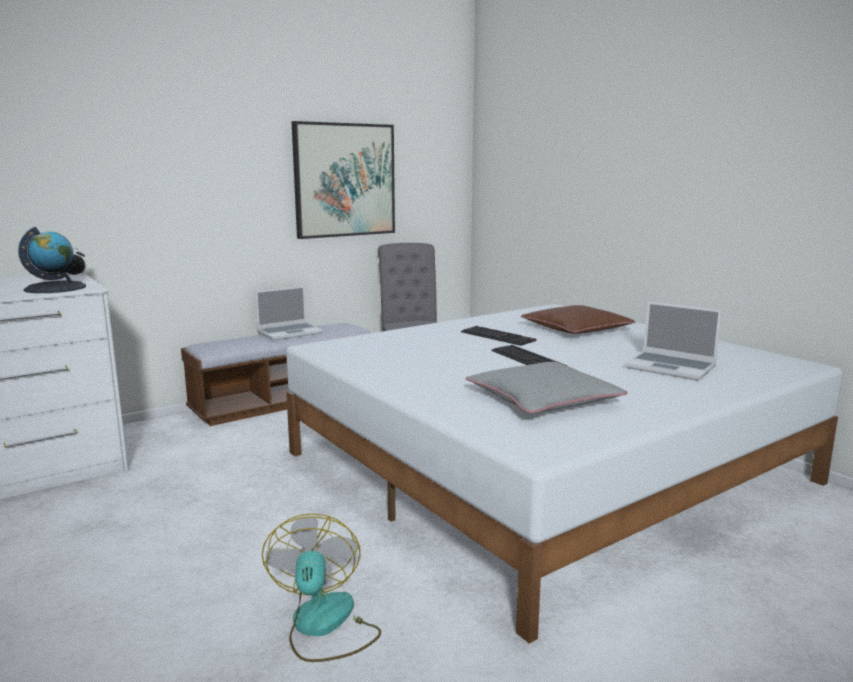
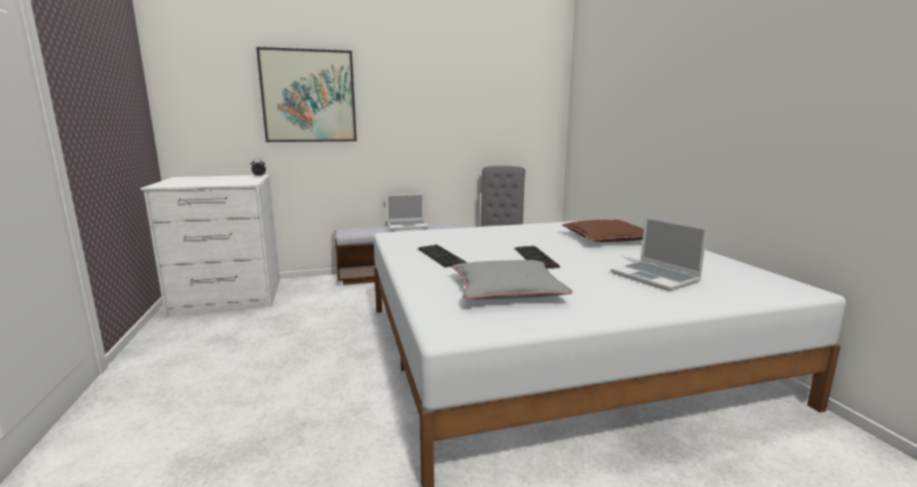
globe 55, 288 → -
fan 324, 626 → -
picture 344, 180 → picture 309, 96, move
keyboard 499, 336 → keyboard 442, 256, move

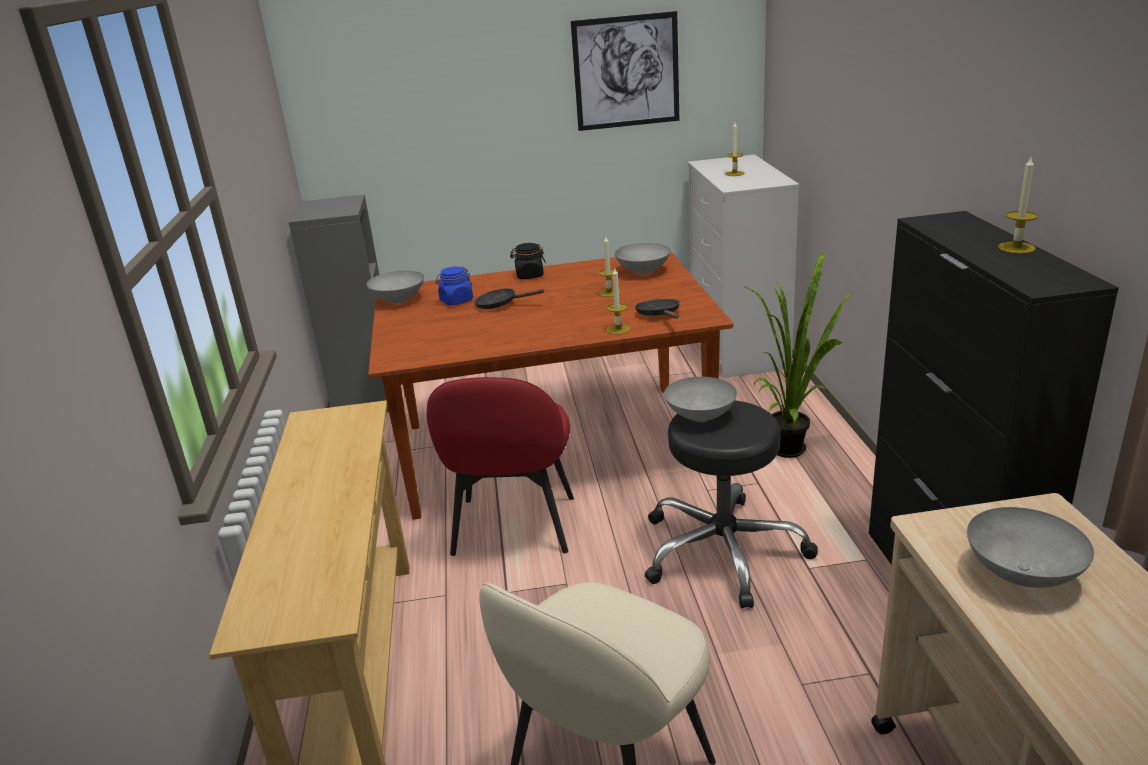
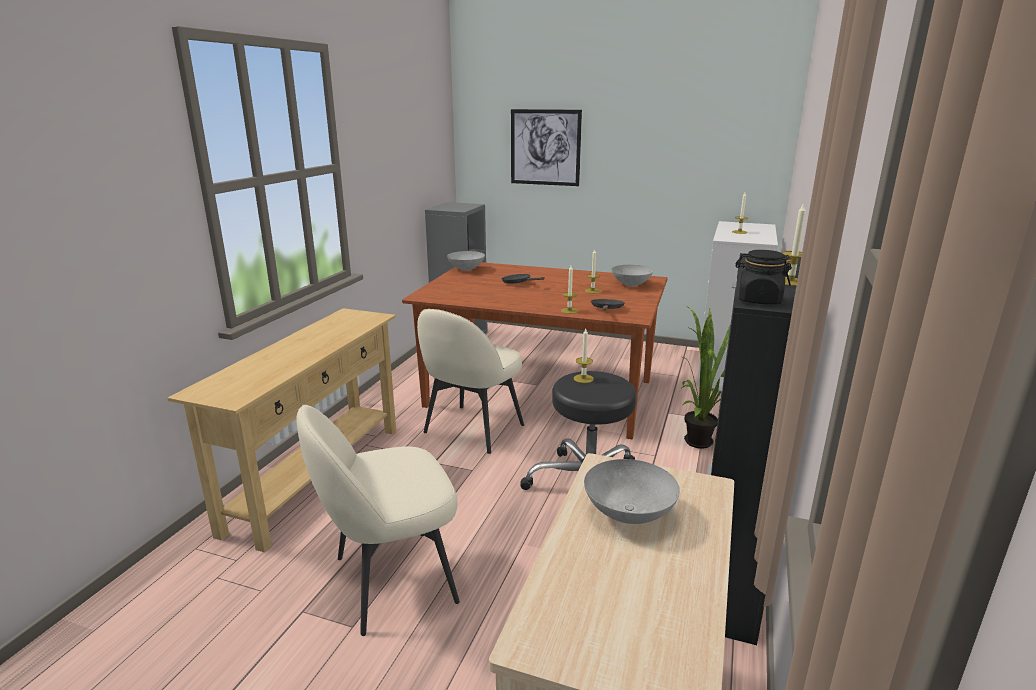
blue jar 456, 301 → -
black jar 529, 275 → black jar 758, 300, move
picture 626, 72 → picture 545, 147, move
grey bowl 701, 417 → candle 583, 378
red chair 513, 528 → beige chair 472, 430

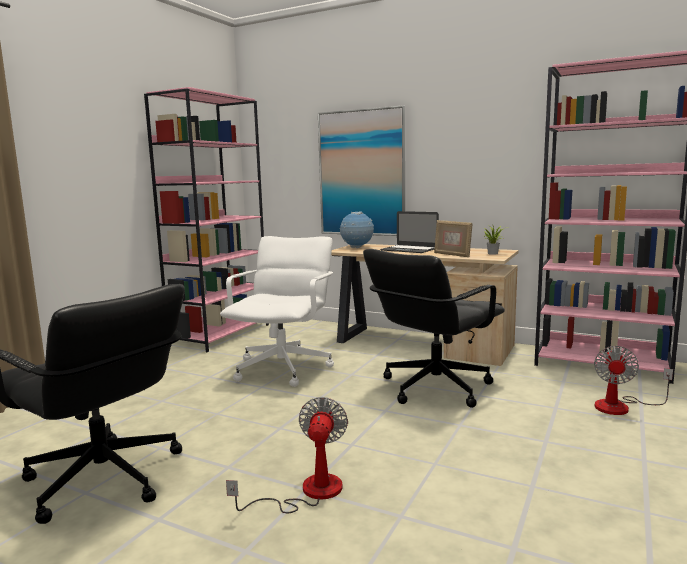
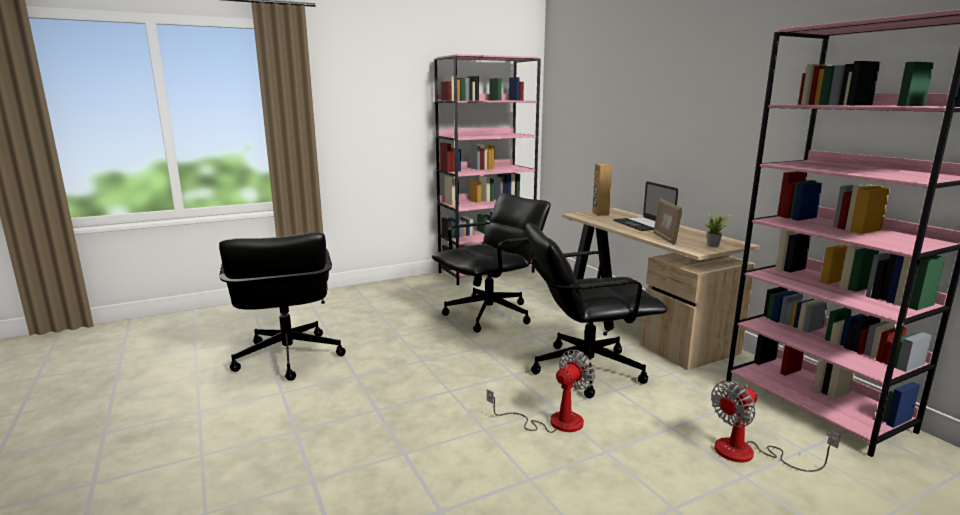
picture 361, 173 → -
fan 308, 492 → fan 553, 421, move
globe 357, 248 → brown speaker 600, 214
white office chair 284, 368 → black office chair 490, 314

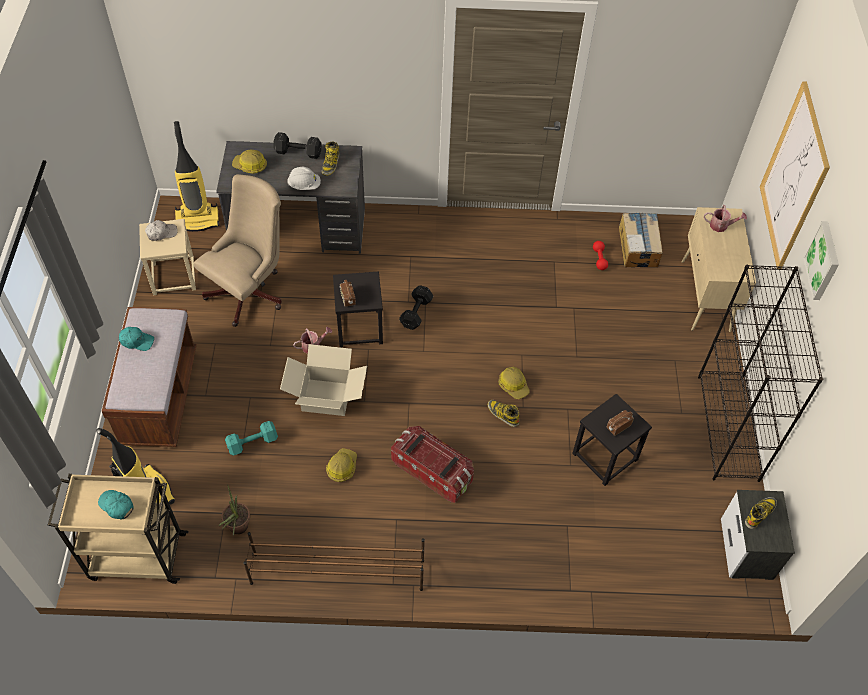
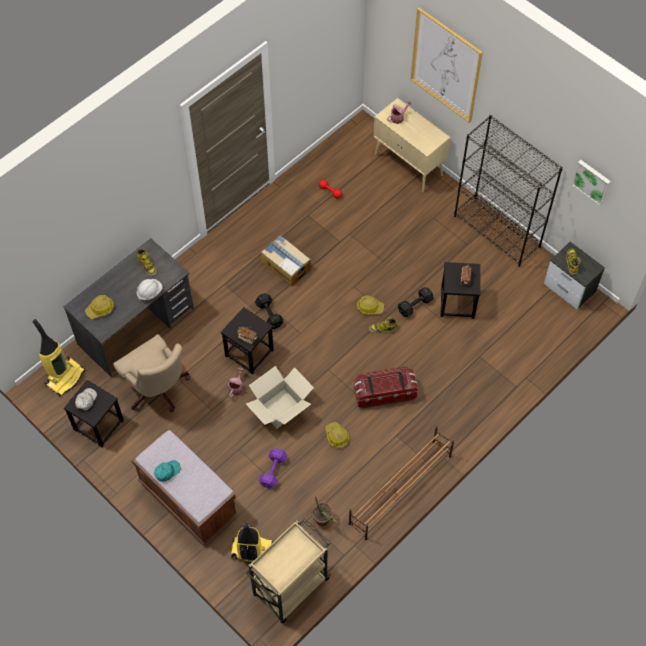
turquoise cap 116, 506 → -
black dumbbell 299, 152 → black dumbbell 416, 305, move
cardboard box 638, 246 → cardboard box 286, 265, move
picture 823, 261 → picture 592, 181, move
beige stool 173, 276 → black stool 98, 425
turquoise dumbbell 251, 443 → purple dumbbell 272, 472
beige office chair 250, 291 → beige office chair 158, 390, 150 degrees clockwise

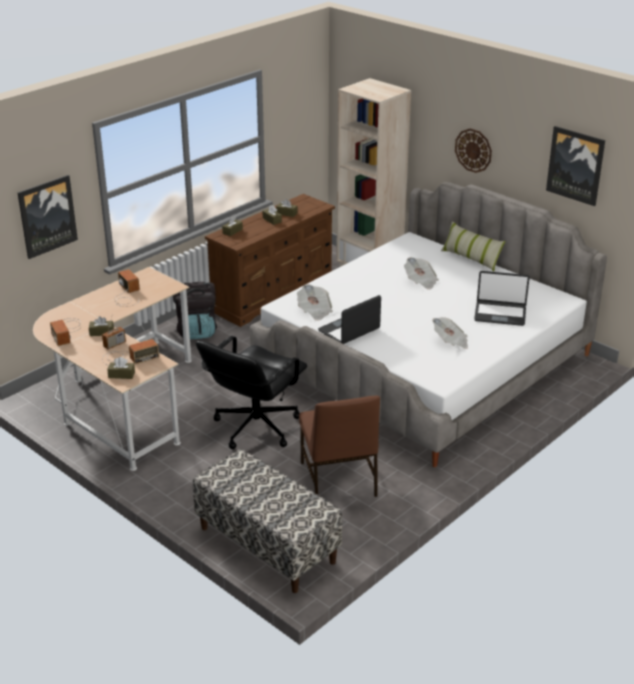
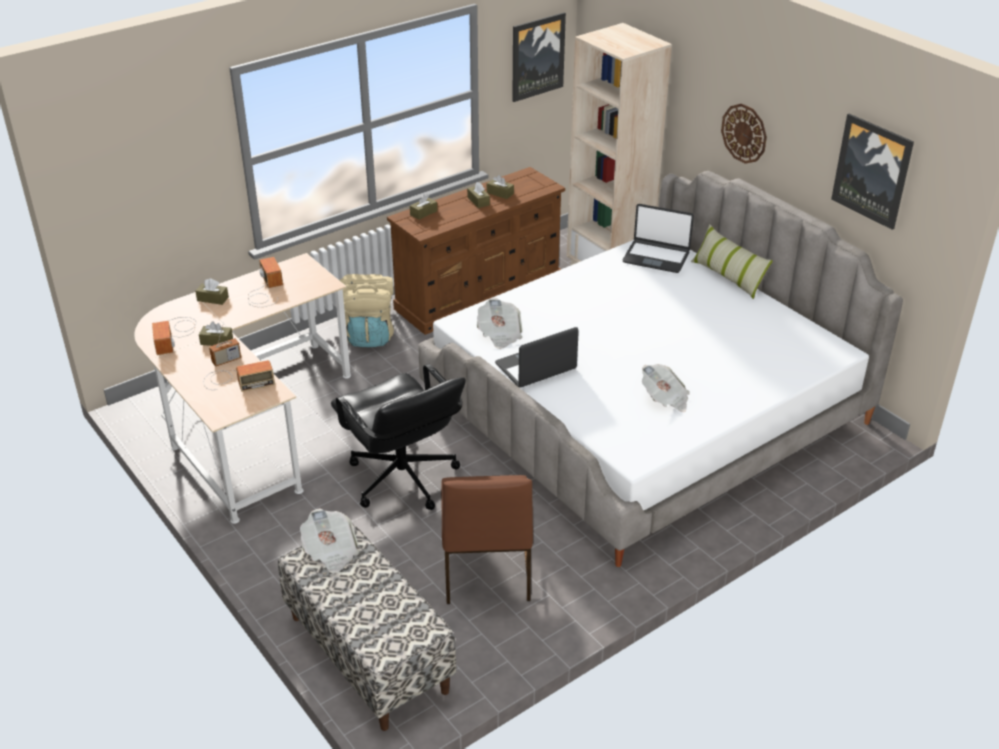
picture 47, 216 → picture 537, 56, move
brown tissue box 121, 375 → brown tissue box 212, 299, move
newspaper 421, 281 → newspaper 331, 552, move
laptop 500, 314 → laptop 656, 257, move
black backpack 196, 331 → beige backpack 369, 335
black office chair 255, 427 → black office chair 402, 479, 75 degrees counterclockwise

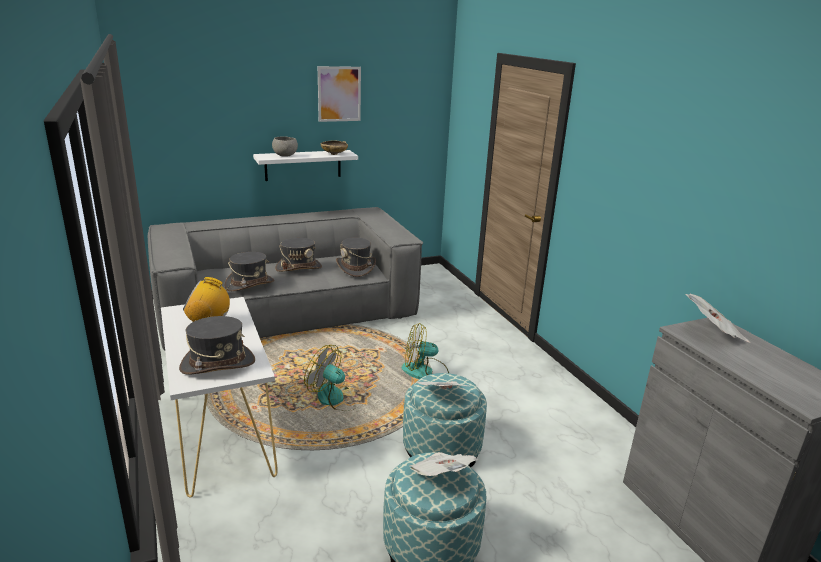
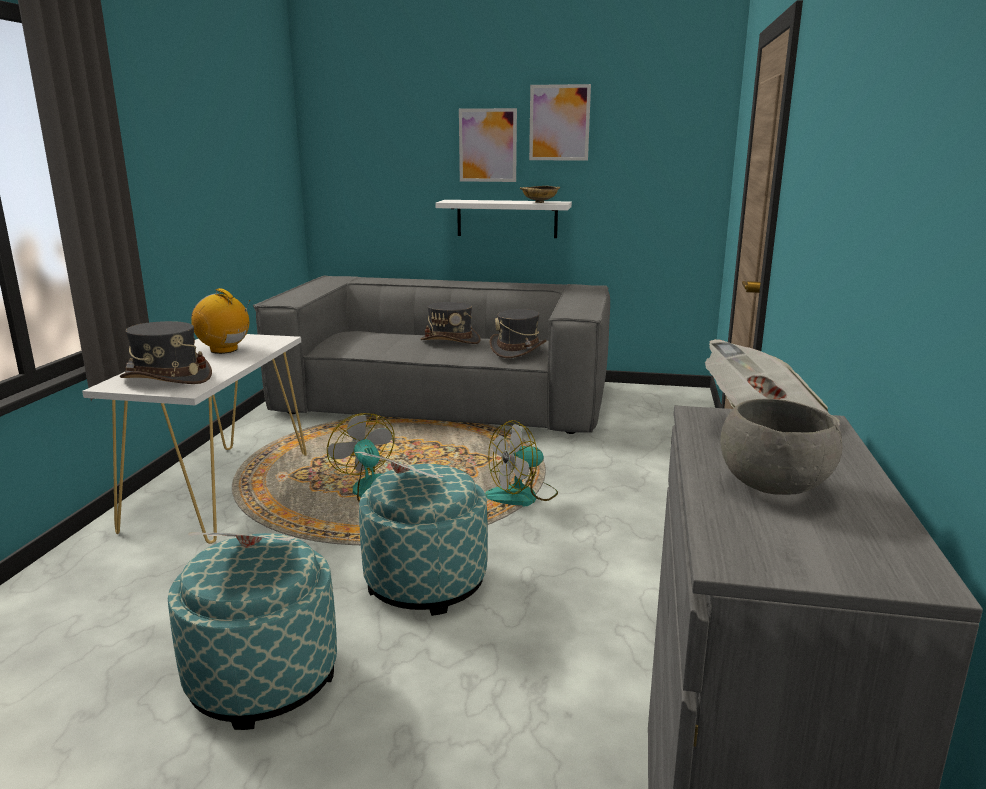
grey hat 249, 284 → -
- → picture 487, 145
grey bowl 285, 155 → grey bowl 774, 486, move
fan 424, 372 → fan 522, 495, 60 degrees counterclockwise

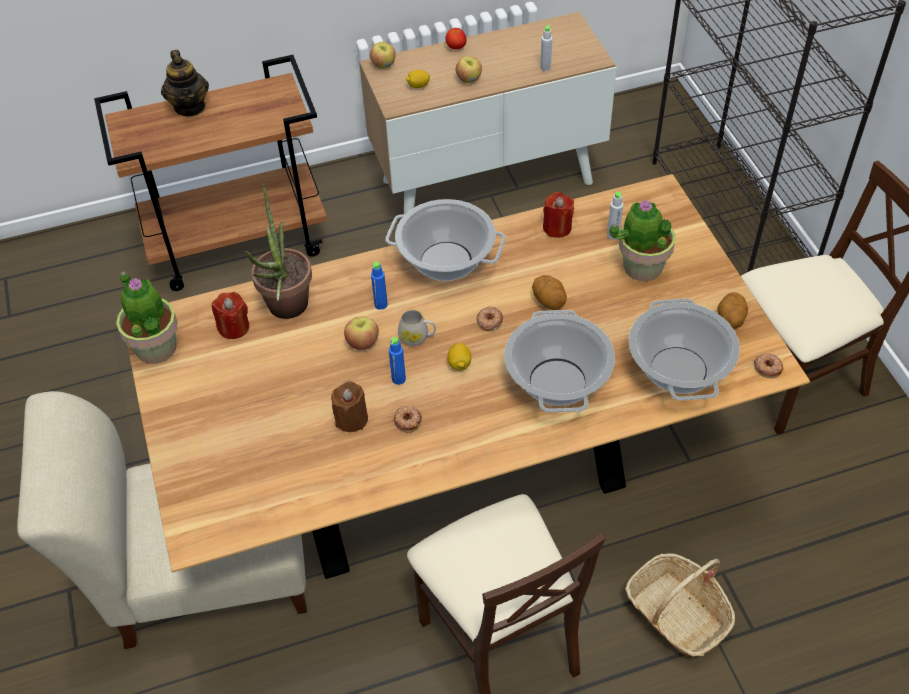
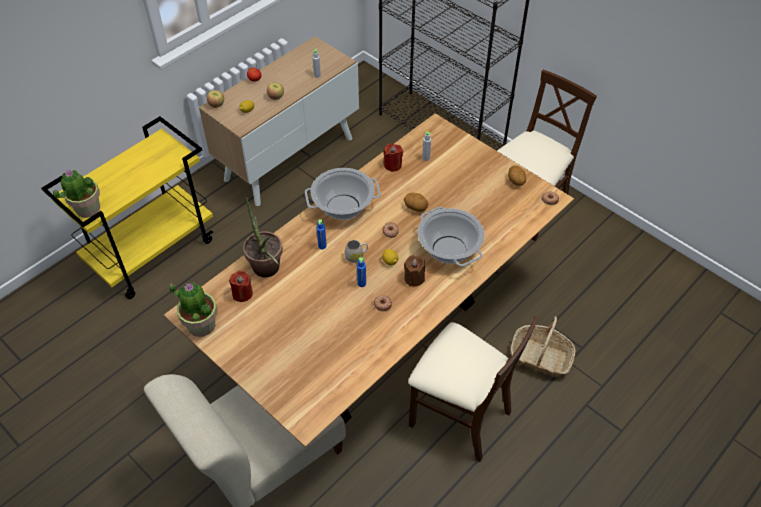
teapot 190, 107 → -
apple 362, 342 → -
cooking pot 679, 370 → -
brown candle 351, 419 → brown candle 414, 278, move
potted plant 642, 266 → potted plant 87, 209, move
brown cart 239, 240 → yellow cart 153, 251

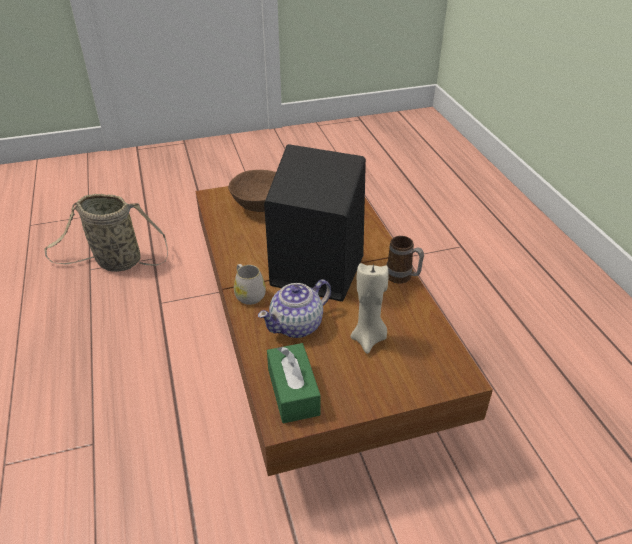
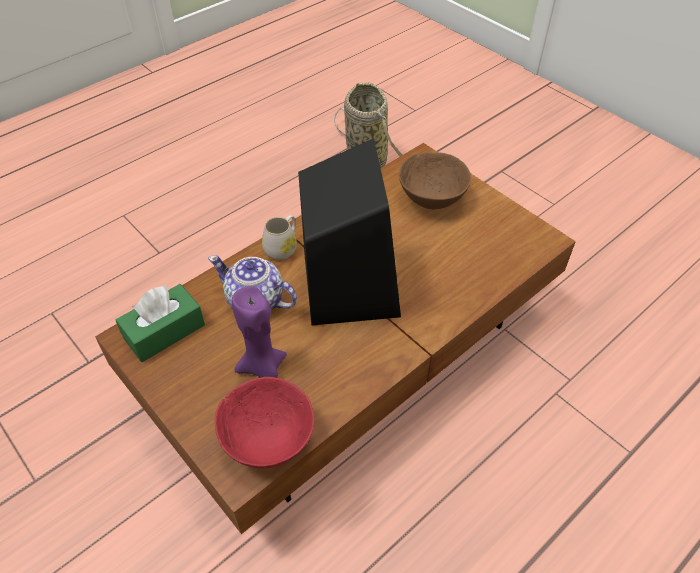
mug 403, 278 → -
- → red bowl 270, 440
beige candle 369, 339 → purple candle 263, 368

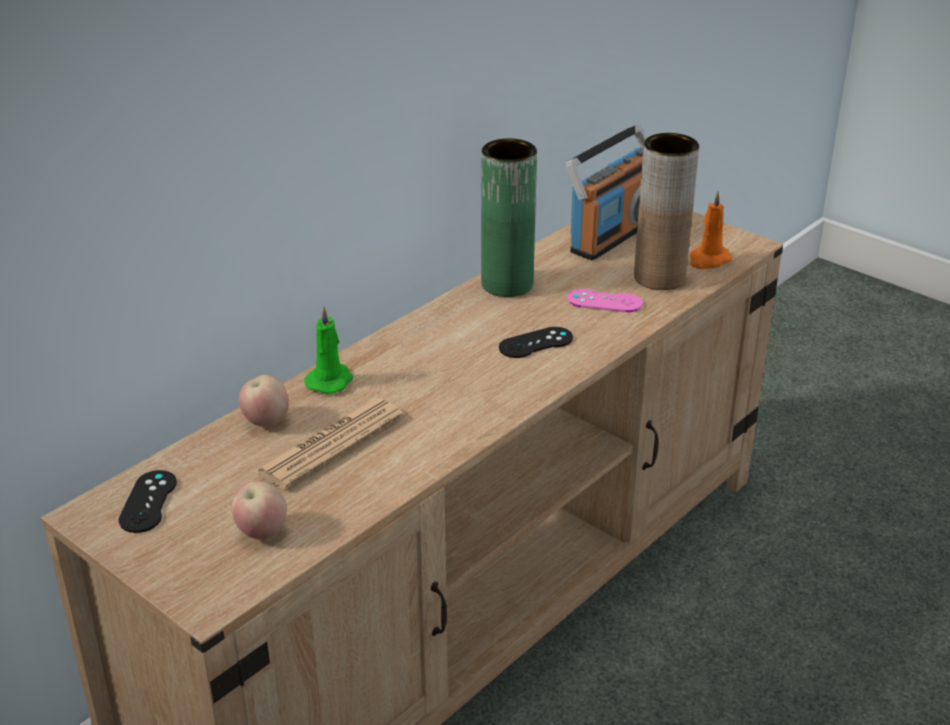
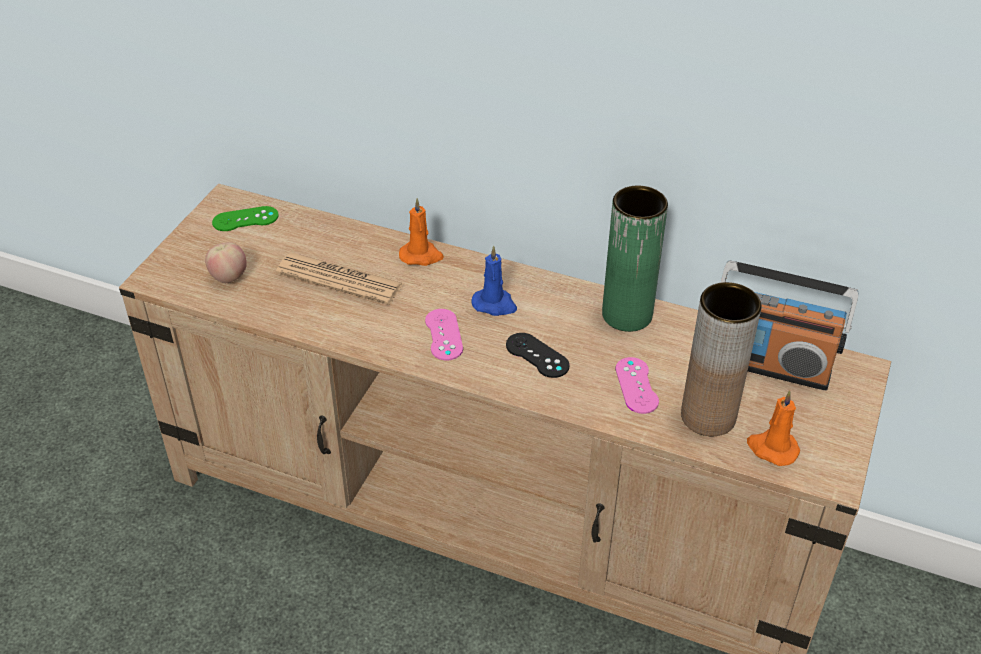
apple 266, 421 → -
- → pink game controller 443, 335
- → blue candle 495, 304
black game controller 148, 502 → green game controller 245, 219
green candle 330, 381 → orange candle 421, 256

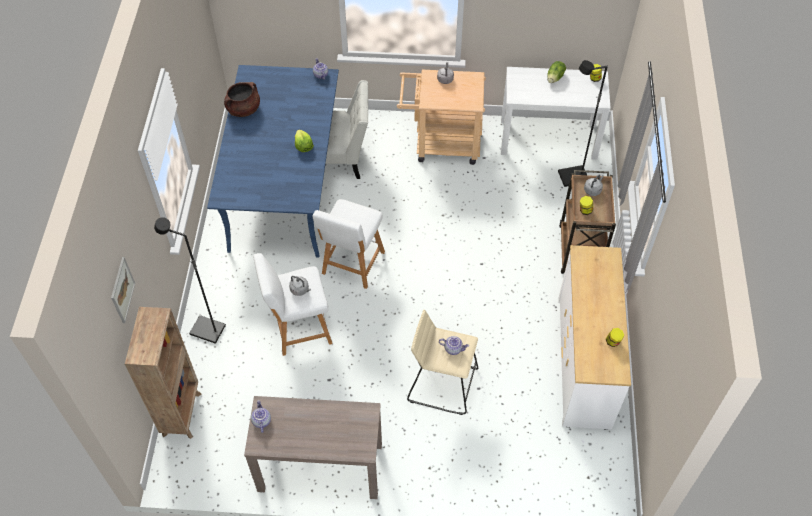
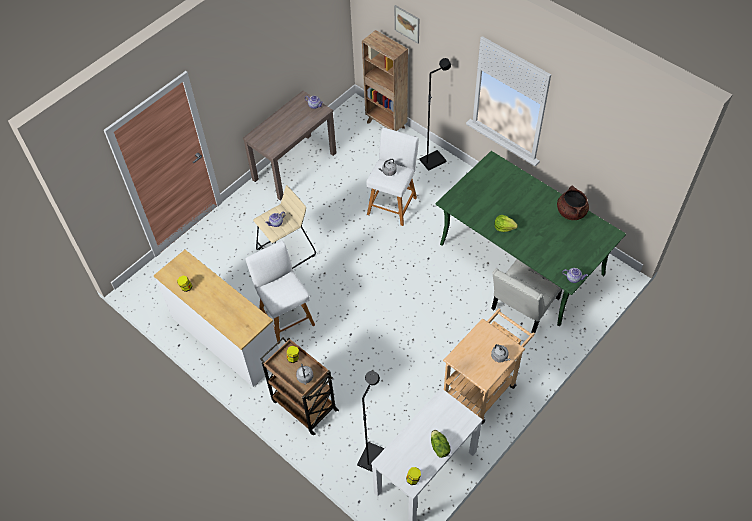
white stool 352, 265 → white stool 285, 317, move
blue dining table 284, 186 → green dining table 521, 259

